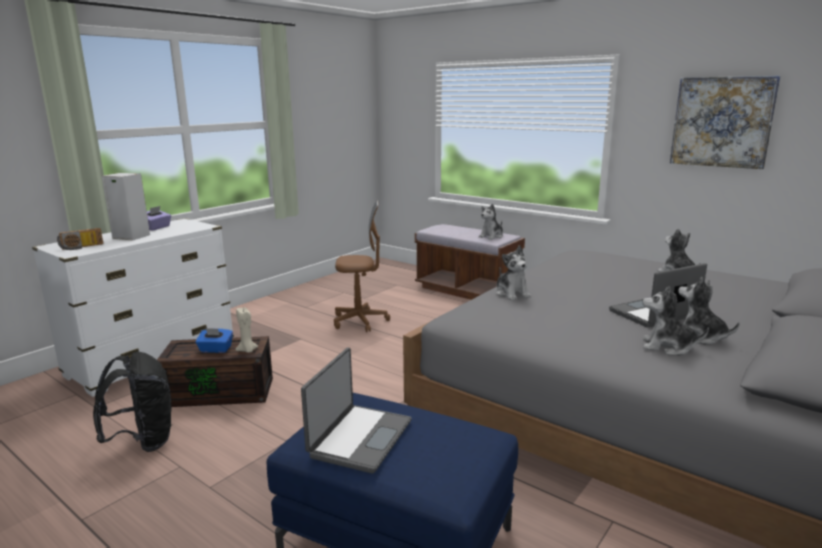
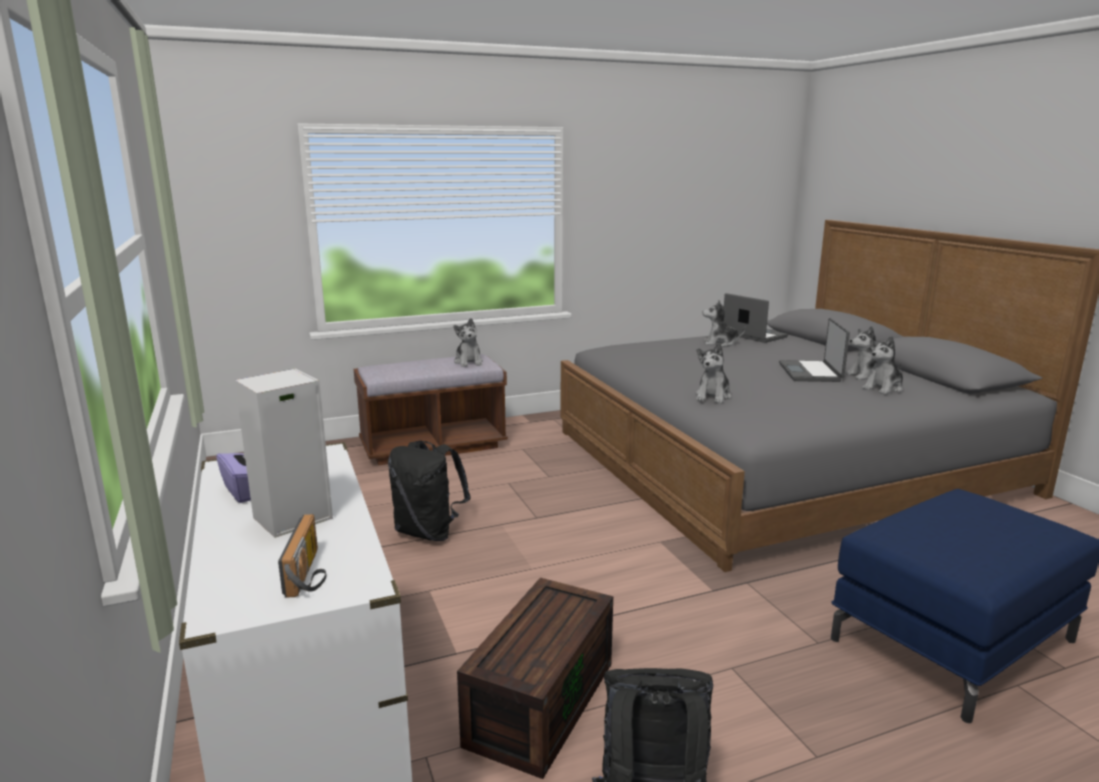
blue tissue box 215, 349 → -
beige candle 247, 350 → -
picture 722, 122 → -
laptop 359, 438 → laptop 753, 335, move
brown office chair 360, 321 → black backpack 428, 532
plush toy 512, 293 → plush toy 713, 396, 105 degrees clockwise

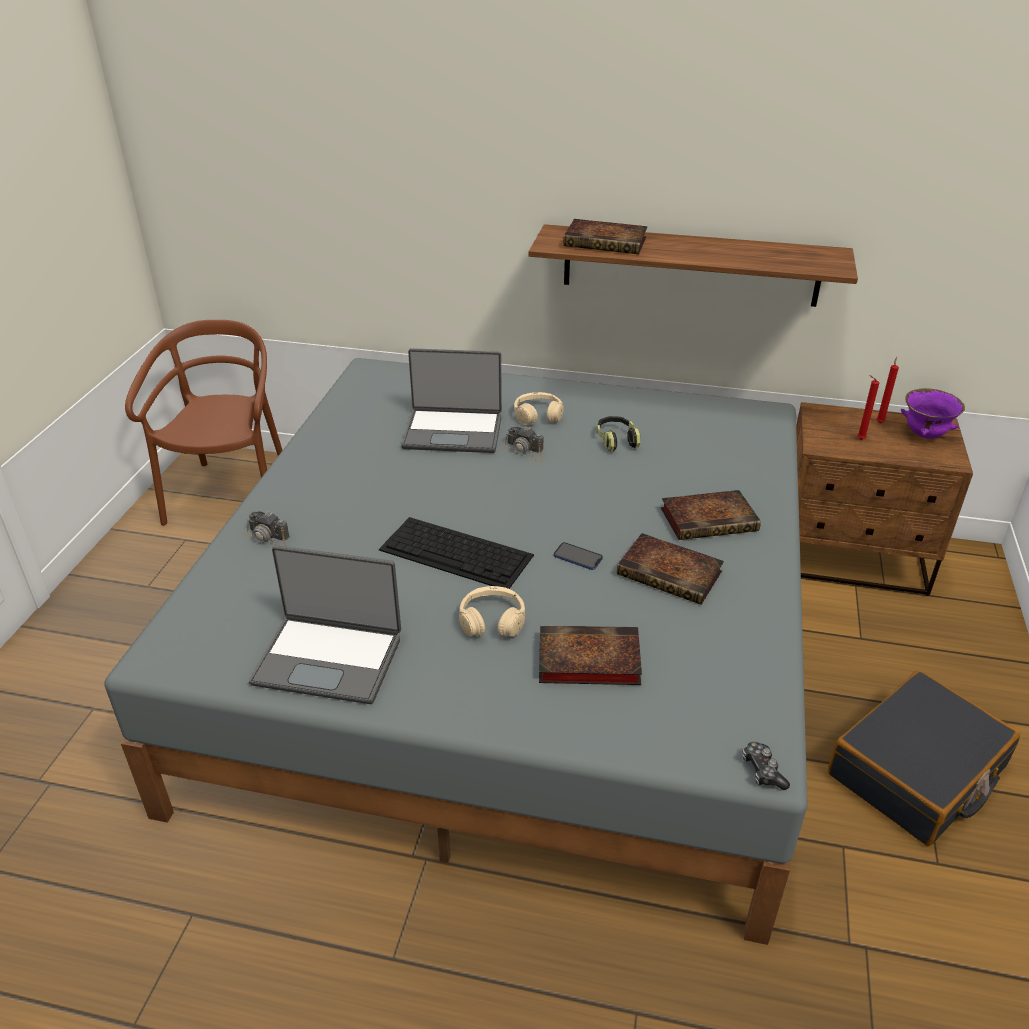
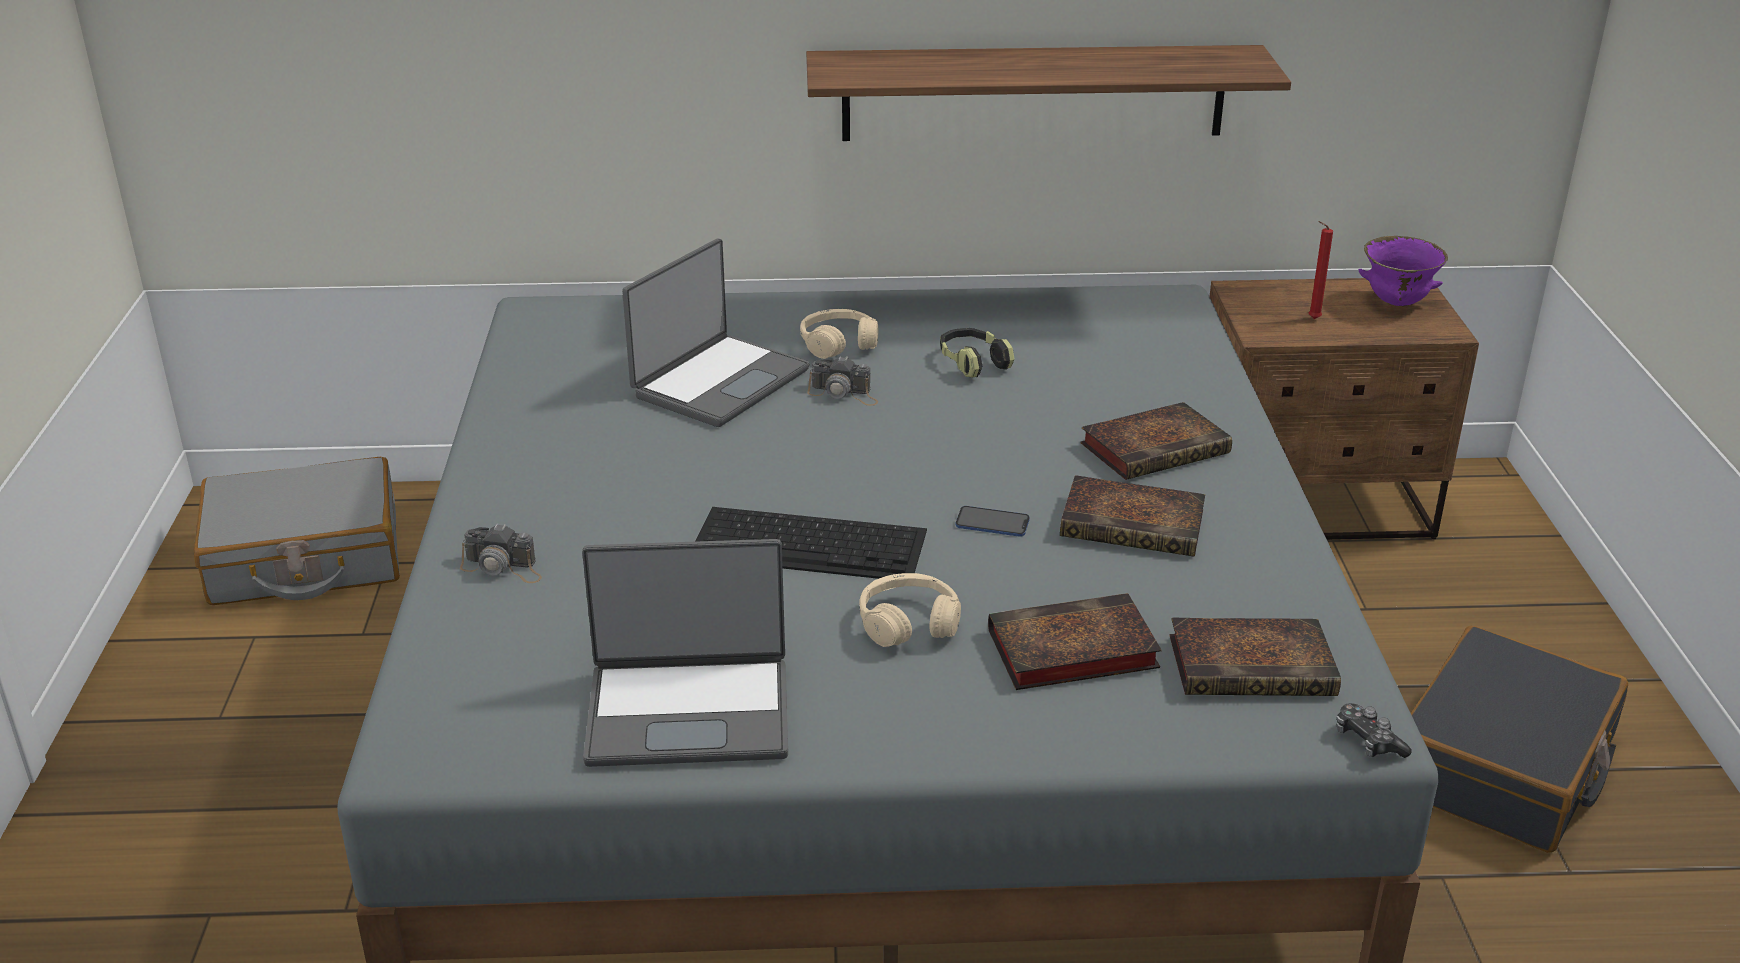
red candle 880, 422 → -
book 607, 242 → book 1255, 666, move
brown chair 231, 495 → grey suitcase 305, 558
laptop 453, 431 → laptop 719, 382, 45 degrees counterclockwise

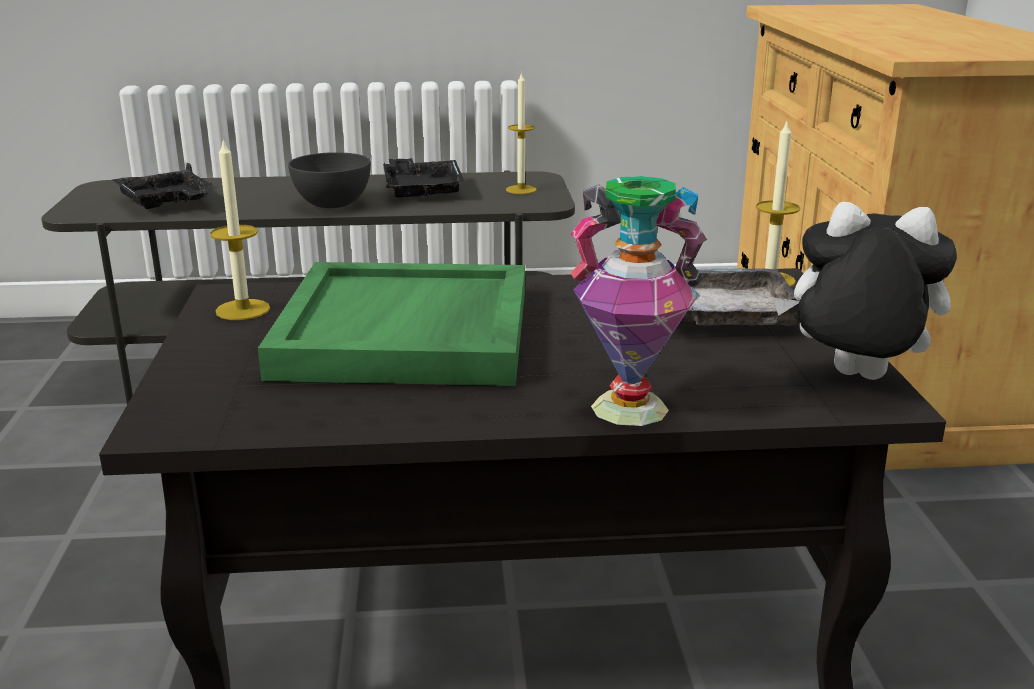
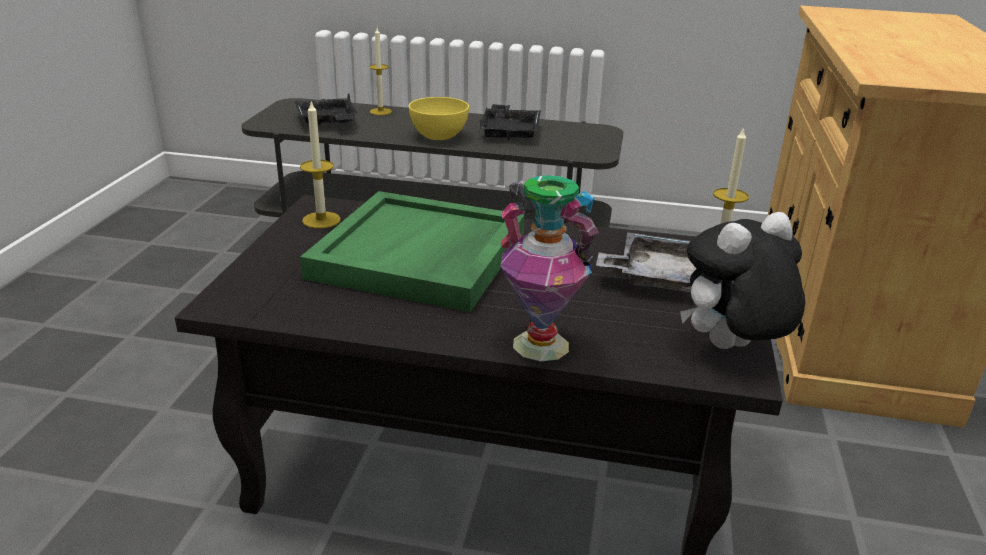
candle 521, 190 → candle 380, 111, move
grey bowl 333, 204 → yellow bowl 439, 136
plush toy 853, 378 → plush toy 730, 349, 60 degrees counterclockwise

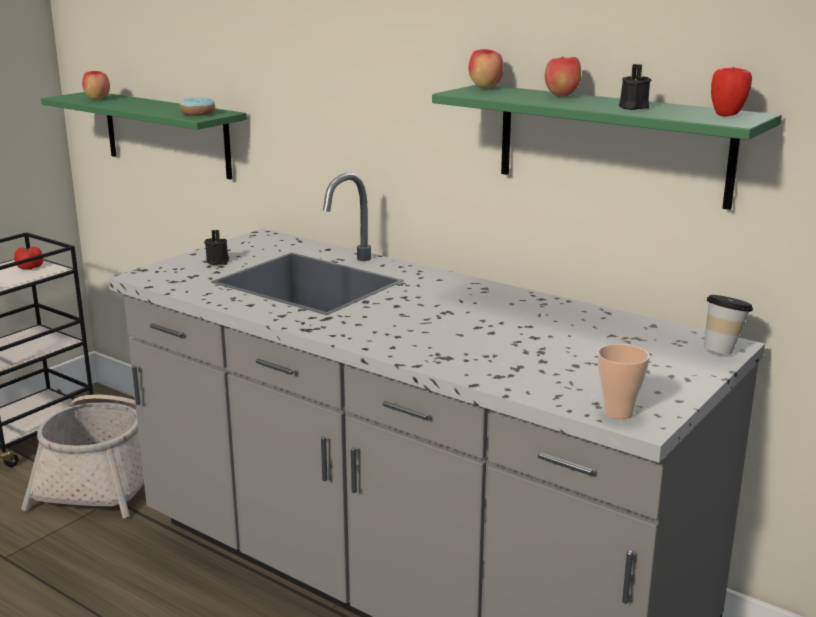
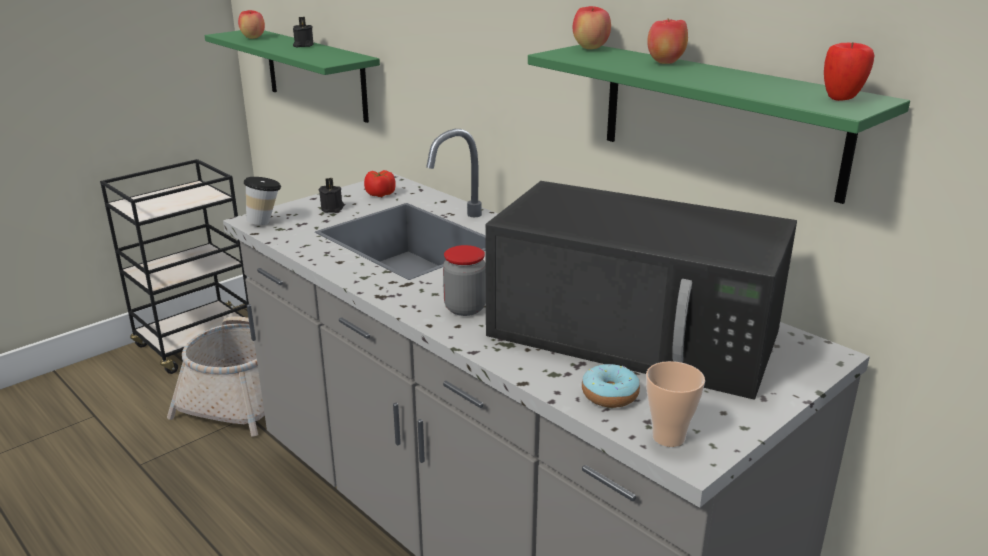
- → jar 465, 308
- → black microwave 637, 333
tomato 30, 267 → tomato 380, 194, move
donut 197, 113 → donut 609, 395, move
black candle 632, 107 → black candle 303, 45, move
cup 723, 350 → cup 266, 222, move

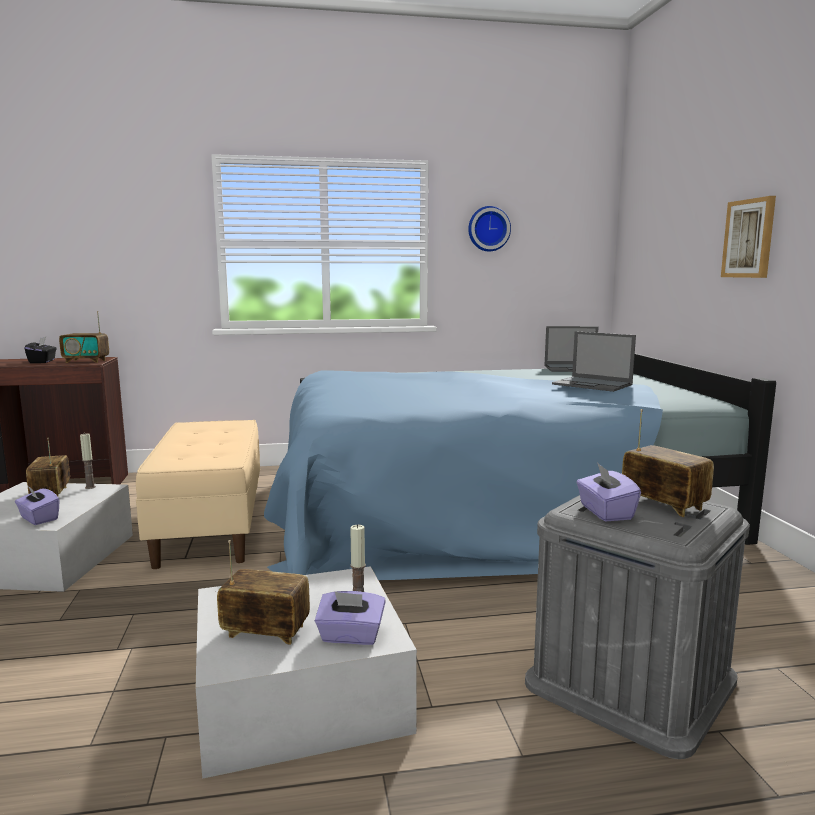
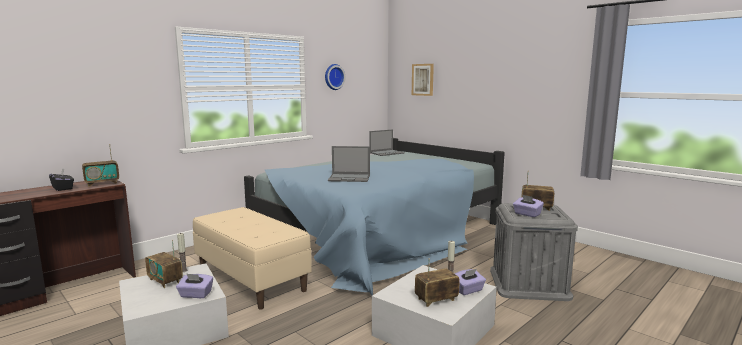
laptop 593, 384 → laptop 350, 178, move
picture 749, 238 → picture 423, 79, move

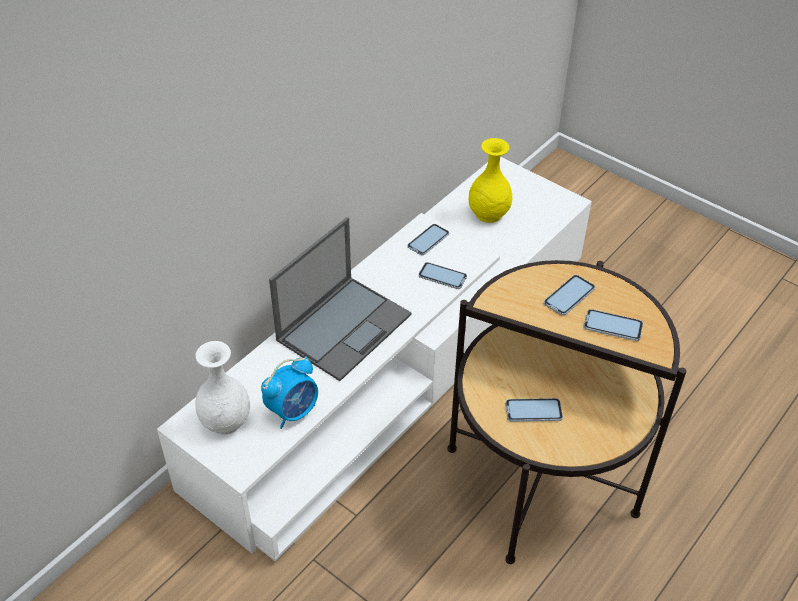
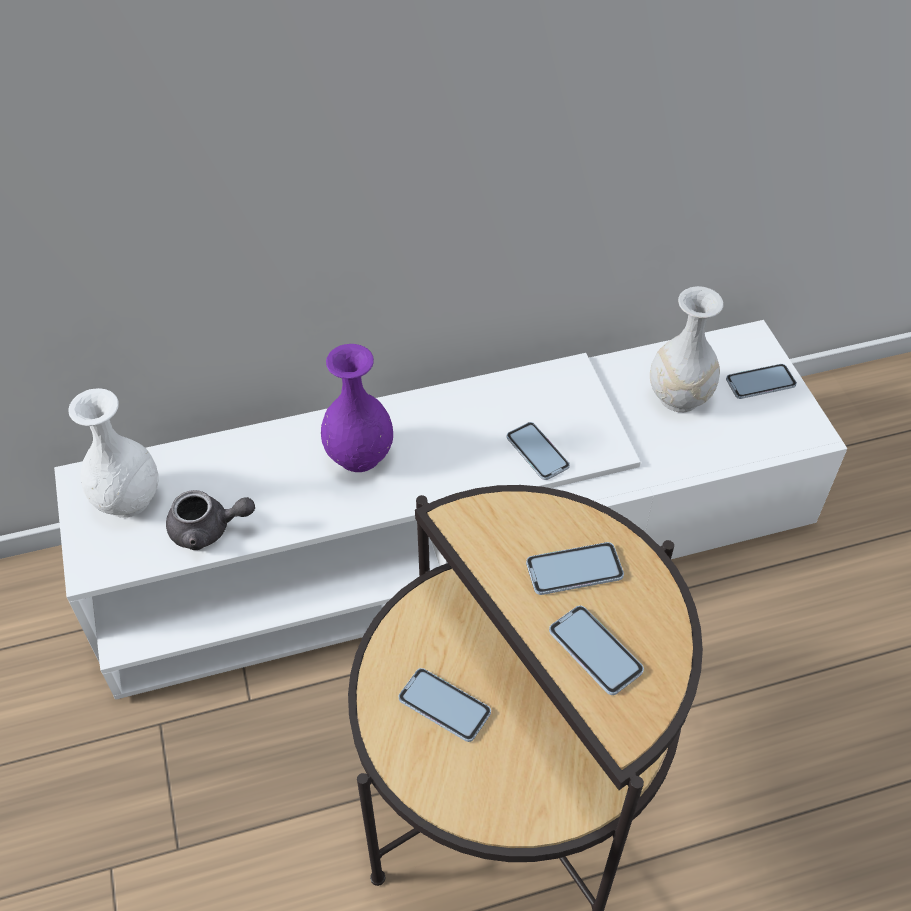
phone 428, 240 → phone 760, 382, move
alarm clock 293, 411 → grey teapot 208, 530
laptop 345, 326 → purple vase 360, 455
yellow vase 488, 214 → white vase 678, 397

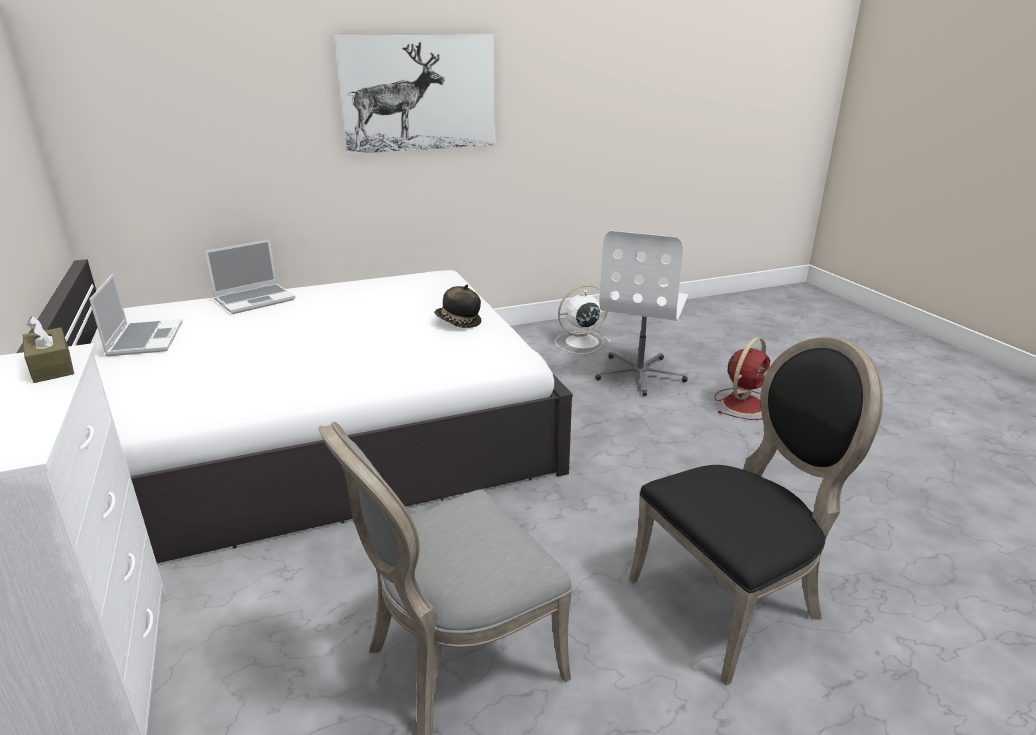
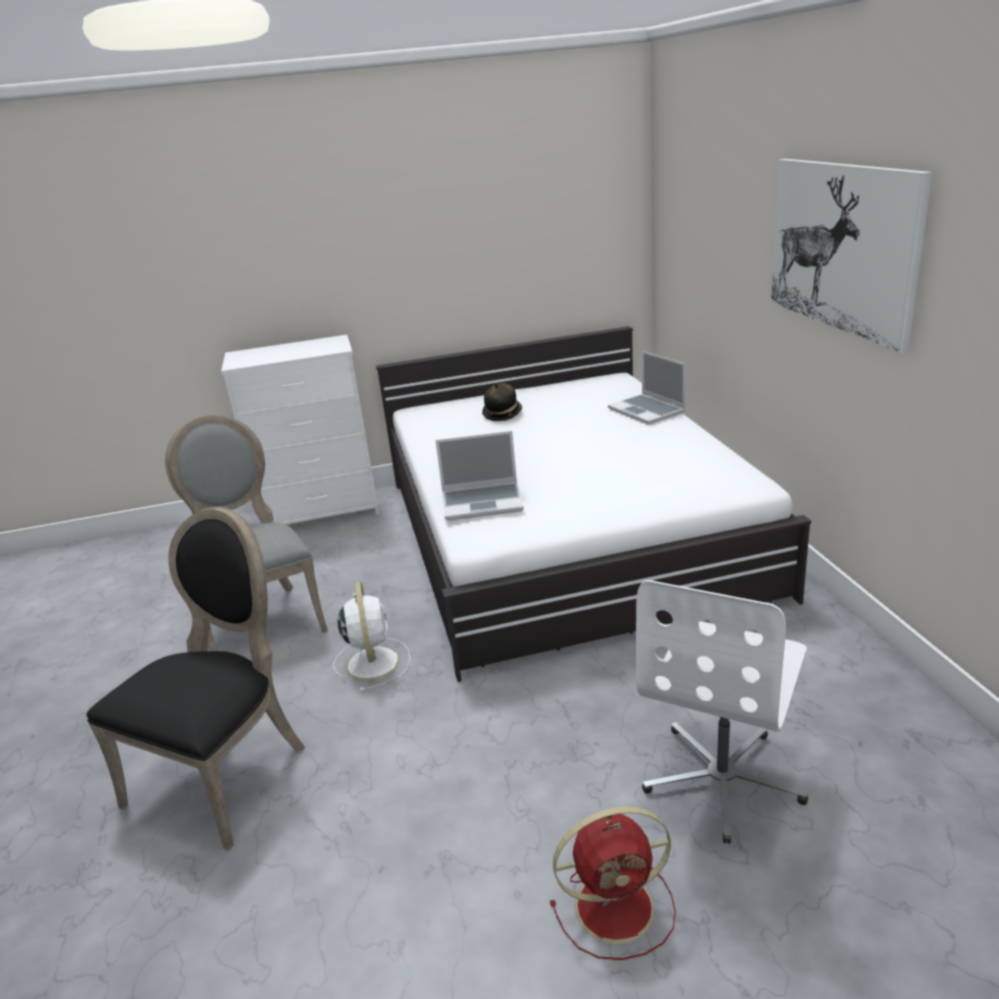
brown tissue box 52, 366 → -
laptop 144, 339 → laptop 483, 502, move
hat 458, 322 → hat 502, 414, move
white fan 580, 342 → white fan 372, 661, move
white office chair 640, 374 → white office chair 723, 779, 90 degrees counterclockwise
black chair 733, 601 → black chair 225, 773, 135 degrees counterclockwise
red fan 744, 404 → red fan 618, 906, 60 degrees counterclockwise

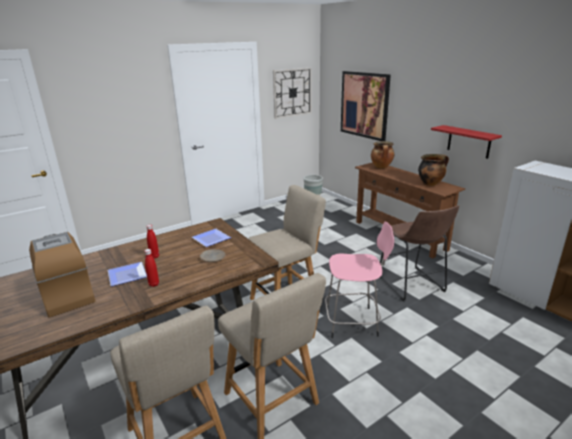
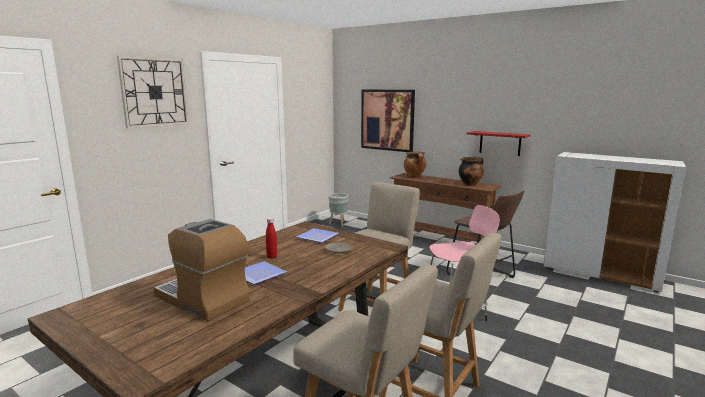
red bottle 154, 284 → -
wall clock 292, 92 → wall clock 154, 92, move

